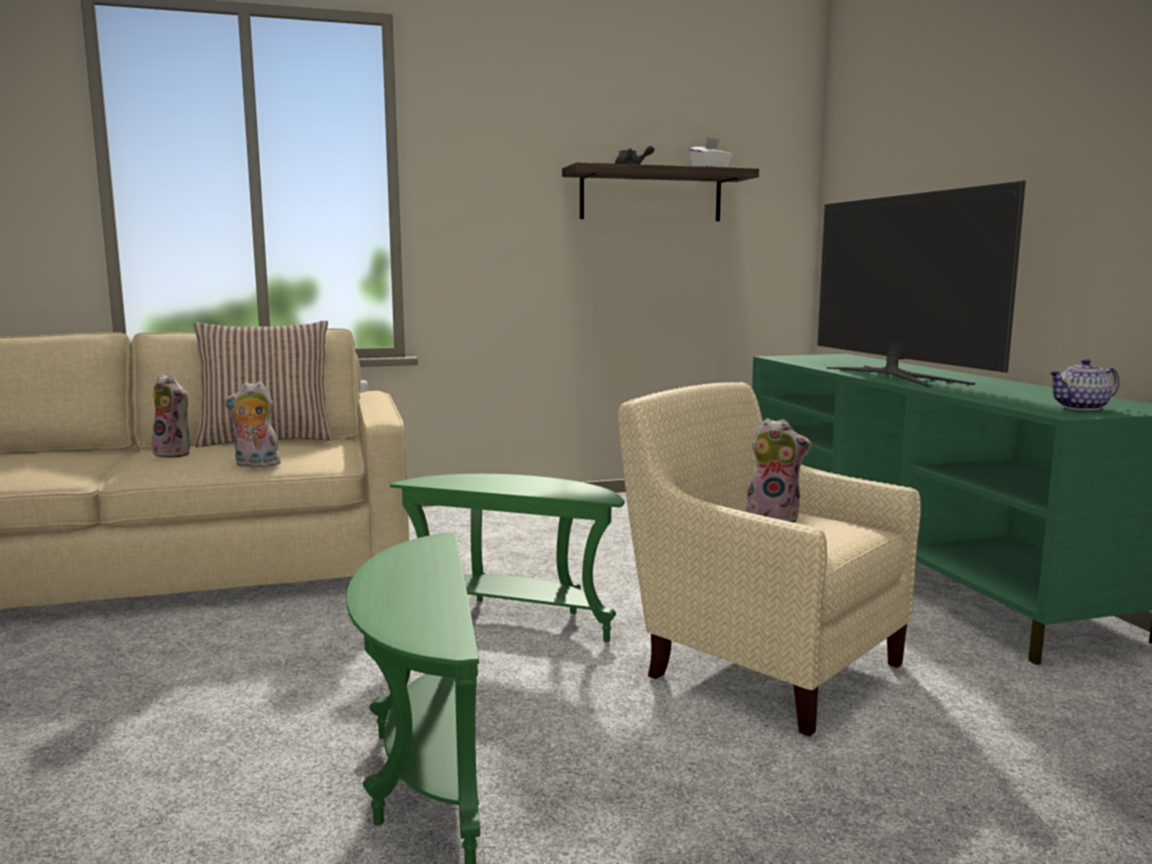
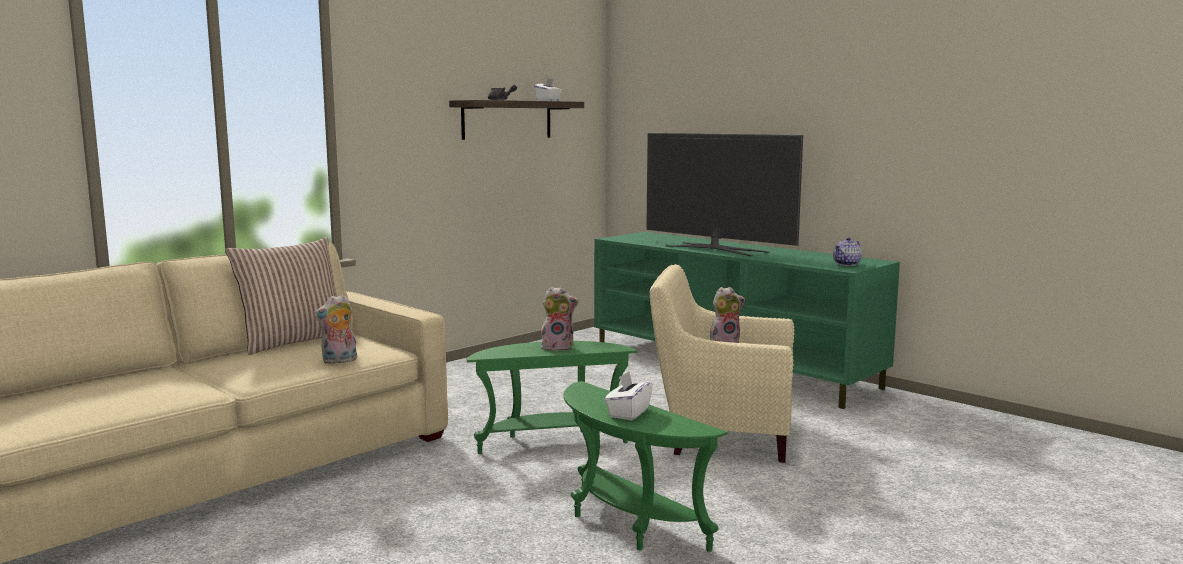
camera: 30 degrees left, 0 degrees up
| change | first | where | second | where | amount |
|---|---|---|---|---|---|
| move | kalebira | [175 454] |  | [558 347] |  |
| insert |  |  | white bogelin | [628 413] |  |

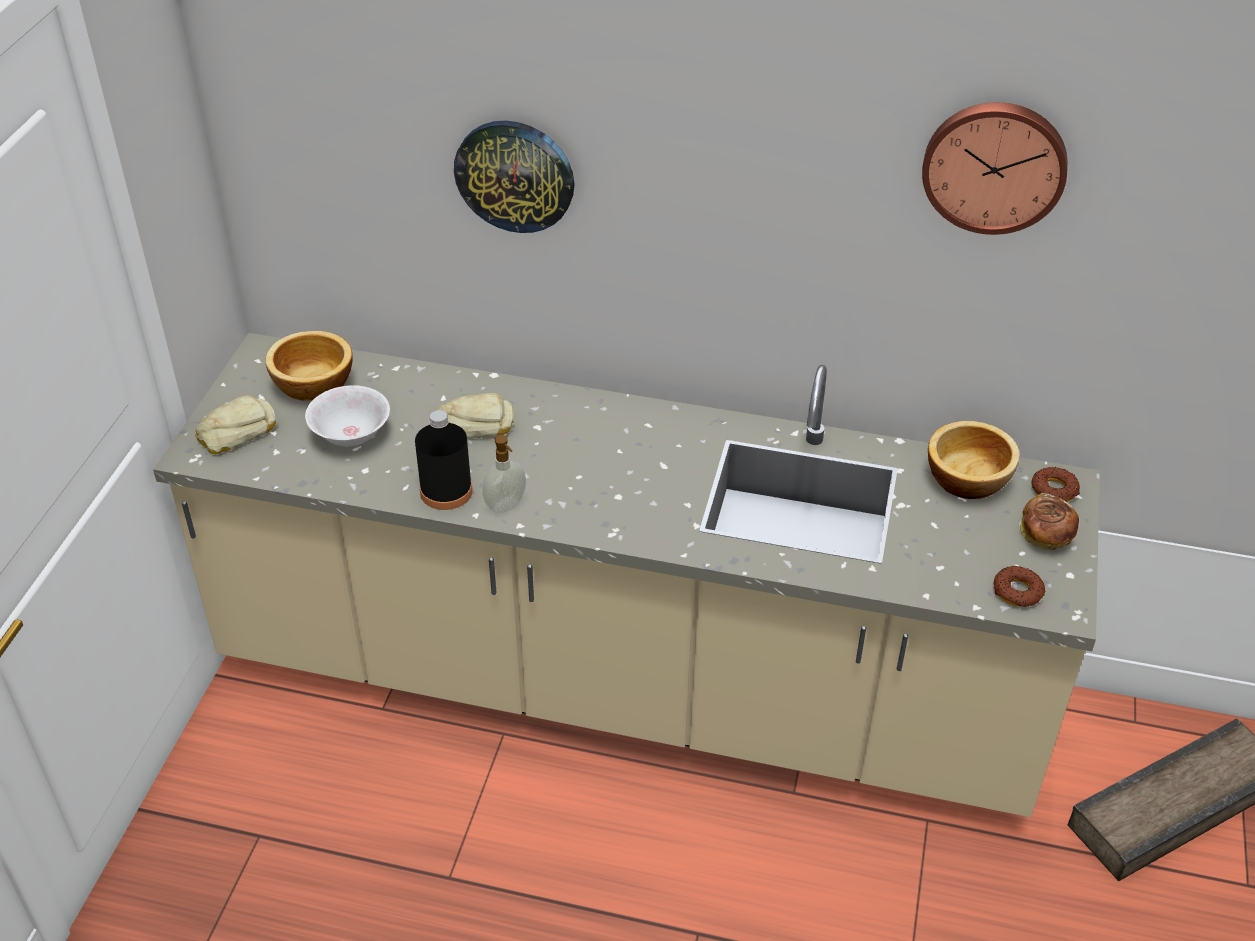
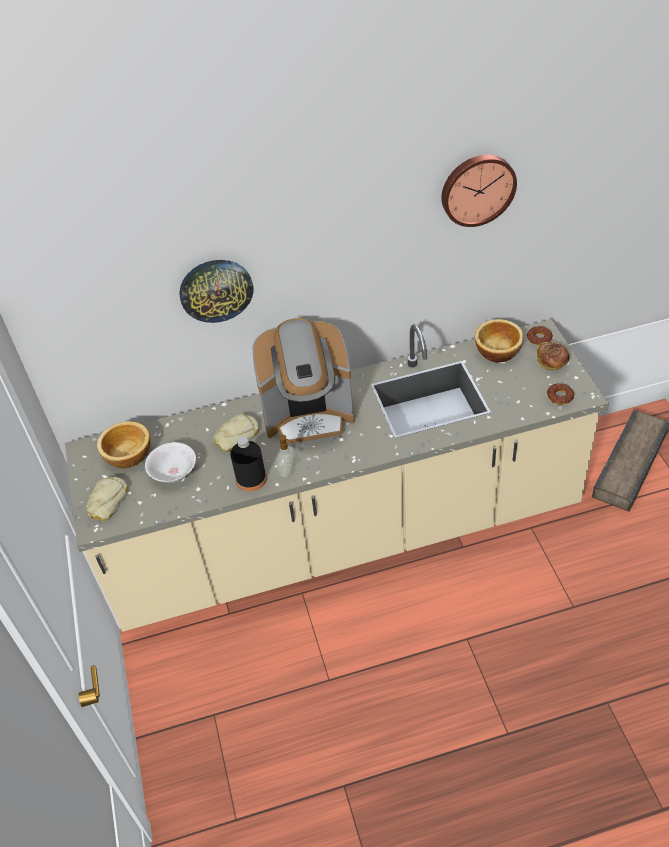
camera: 25 degrees left, 5 degrees up
| change | first | where | second | where | amount |
|---|---|---|---|---|---|
| insert |  |  | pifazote | [308 416] |  |

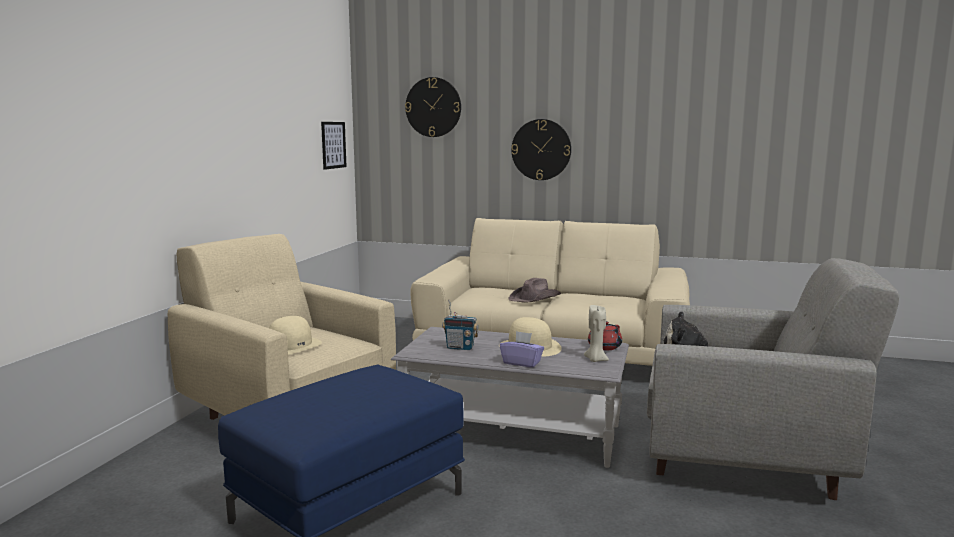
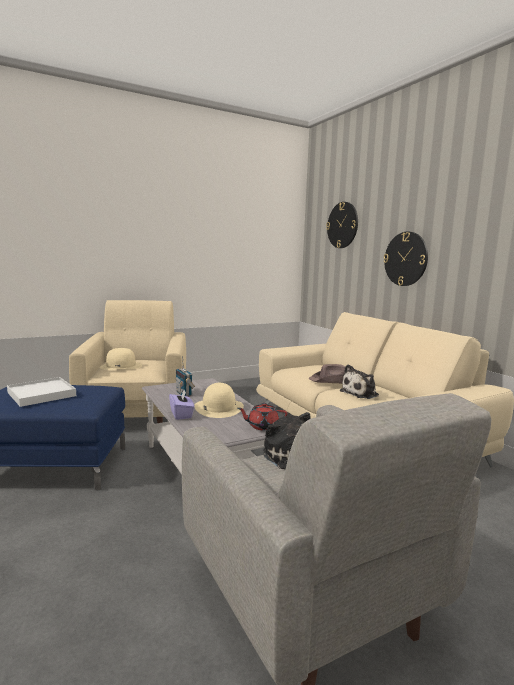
camera: 45 degrees right, 0 degrees up
| change | first | where | second | where | amount |
|---|---|---|---|---|---|
| delete | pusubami | [333 145] |  |  |  |
| delete | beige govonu | [595 360] |  |  |  |
| insert |  |  | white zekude | [41 394] |  |
| insert |  |  | kalebira | [361 393] |  |

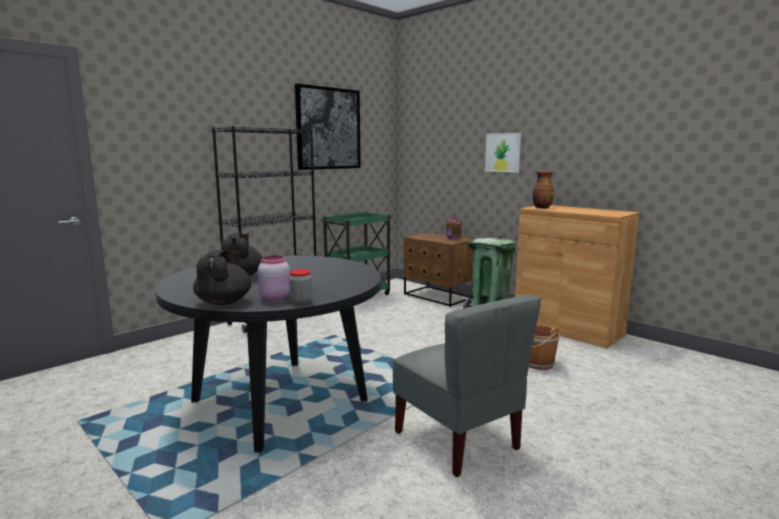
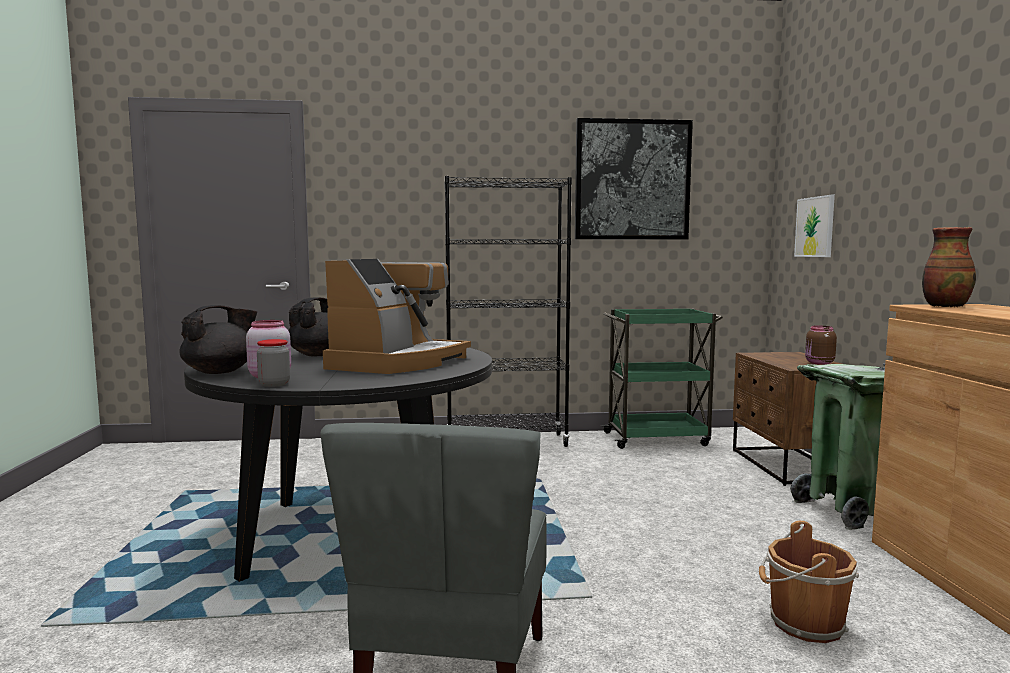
camera: 40 degrees right, 5 degrees down
| change | first | where | second | where | amount |
|---|---|---|---|---|---|
| move | pusubami | [503 152] |  | [815 227] |  |
| insert |  |  | pifazote | [398 362] |  |

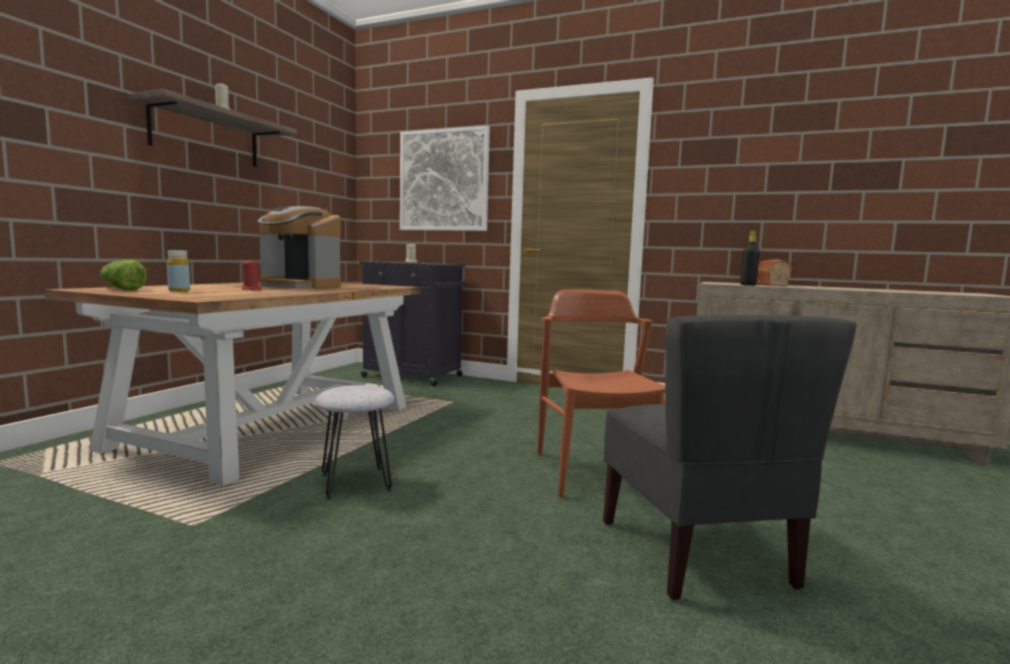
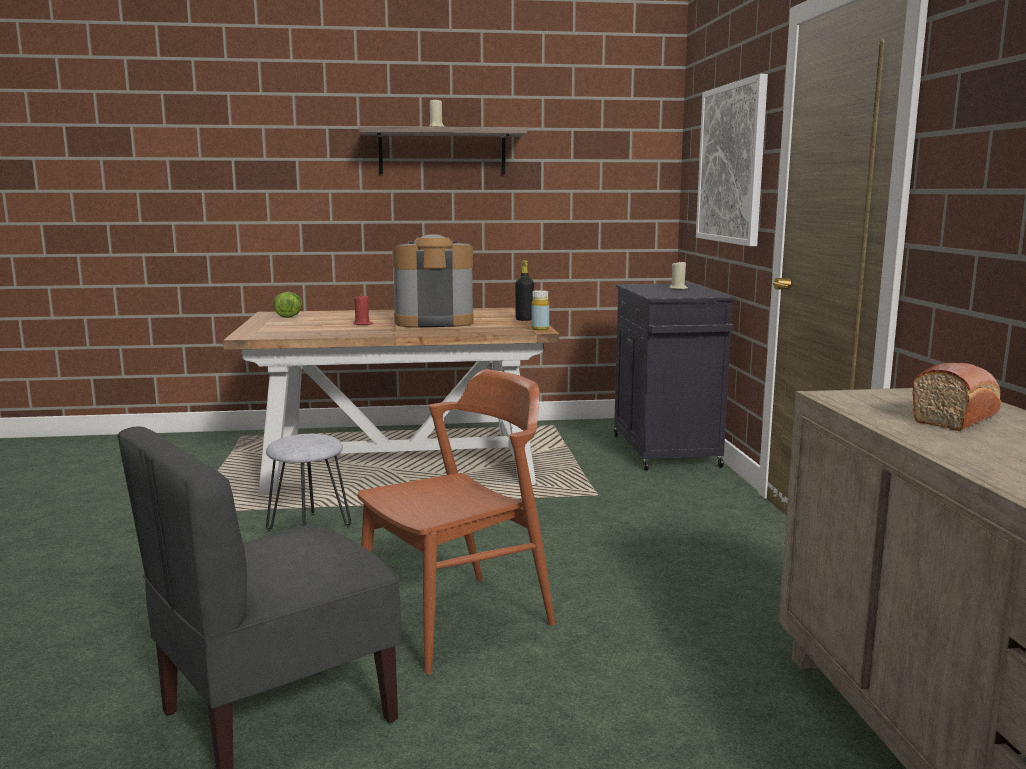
camera: 60 degrees right, 5 degrees up
| change | first | where | second | where | amount |
|---|---|---|---|---|---|
| move | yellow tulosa | [179 291] |  | [540 329] |  |
| rotate | pifazote | [300 286] |  | [433 322] | 90 degrees clockwise |
| move | black tulosa | [748 285] |  | [524 320] |  |

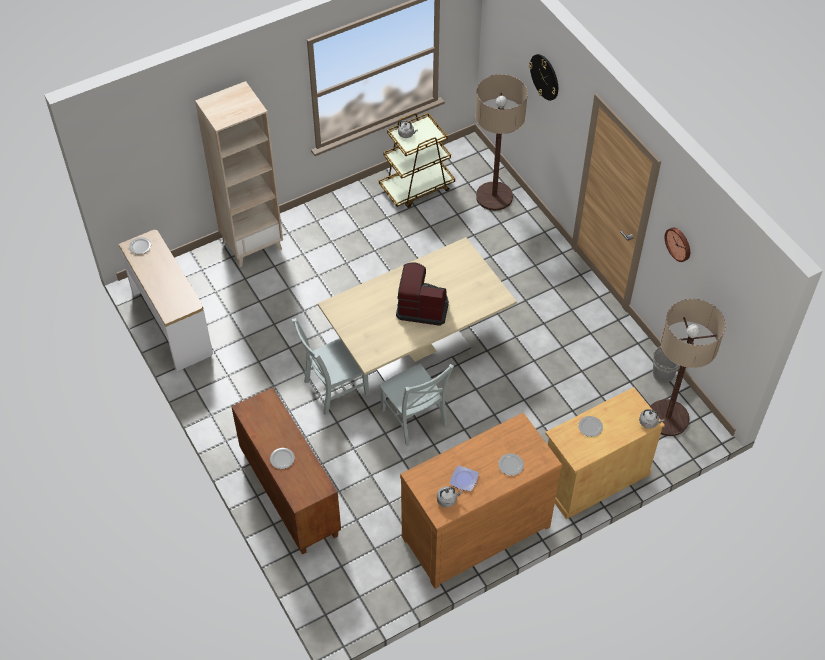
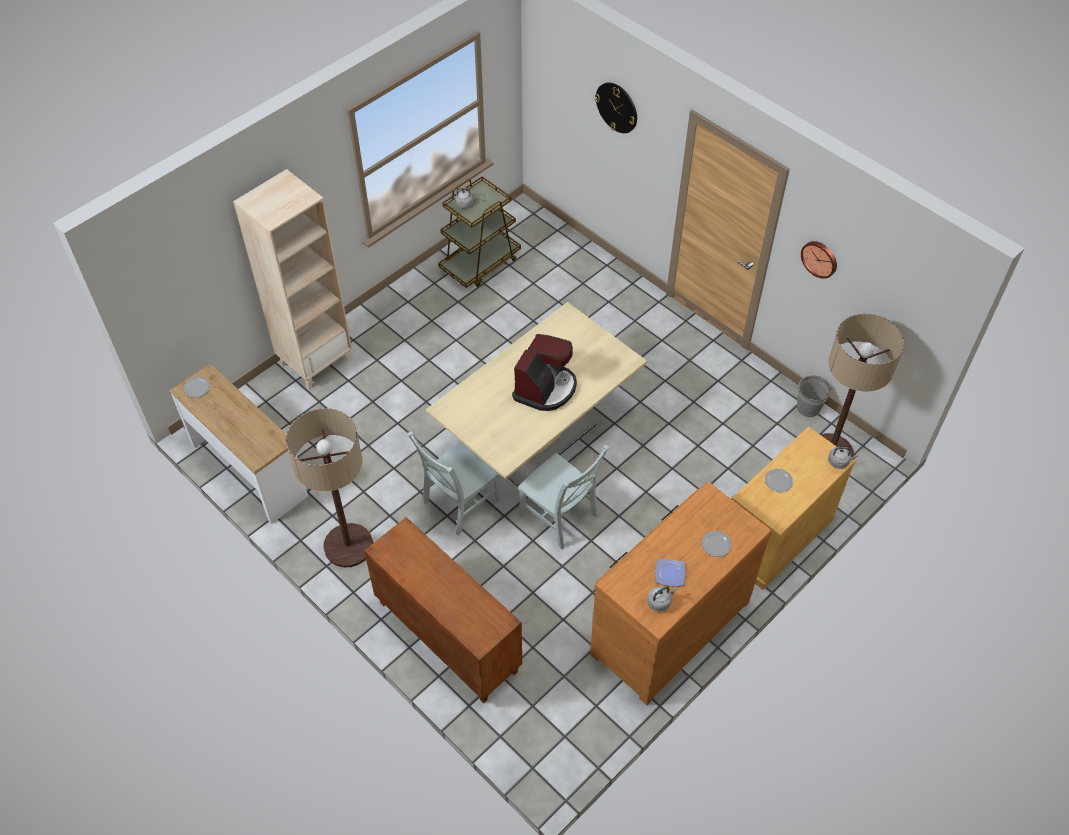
camera: 15 degrees left, 0 degrees up
| change | first | where | second | where | amount |
|---|---|---|---|---|---|
| delete | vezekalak | [282 459] |  |  |  |
| rotate | pifazote | [422 306] |  | [545 388] | 120 degrees clockwise |
| move | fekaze | [494 196] |  | [348 546] |  |

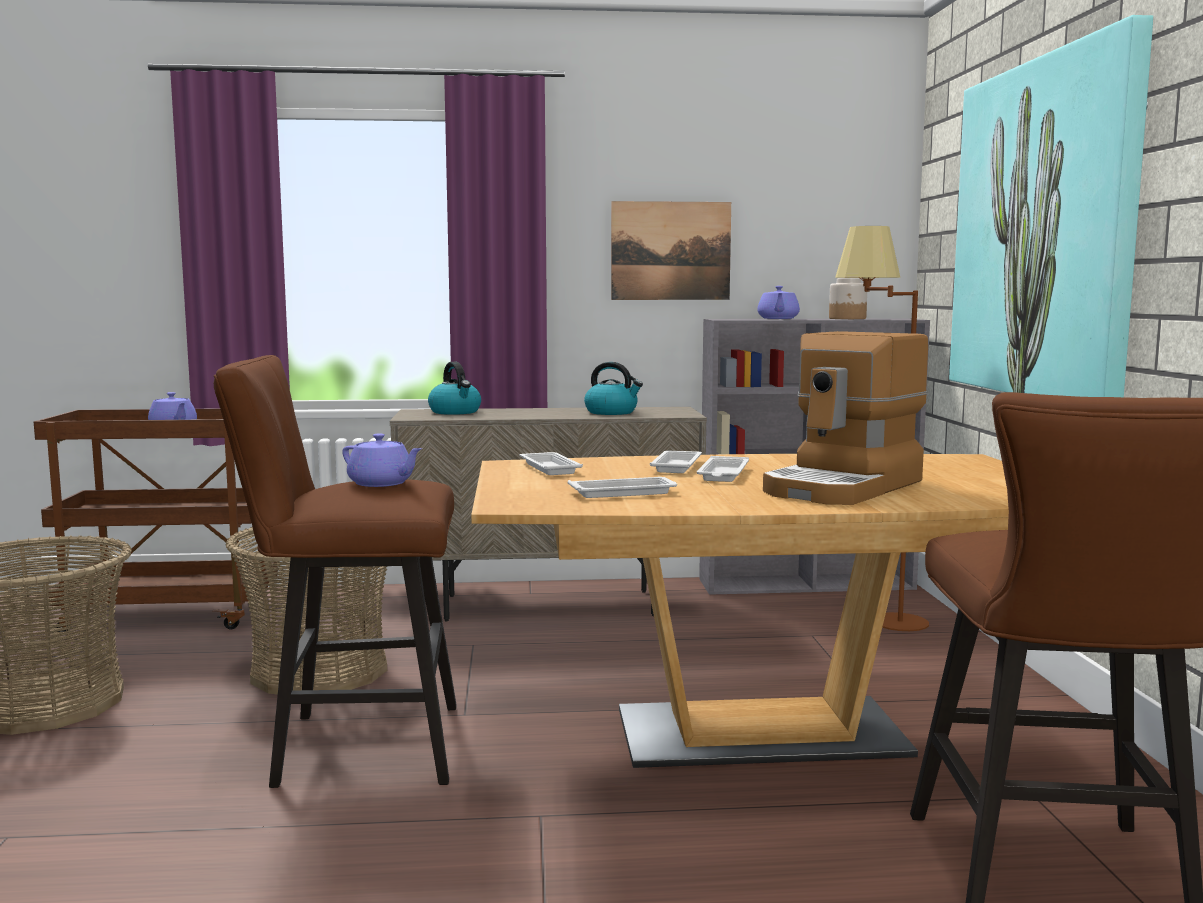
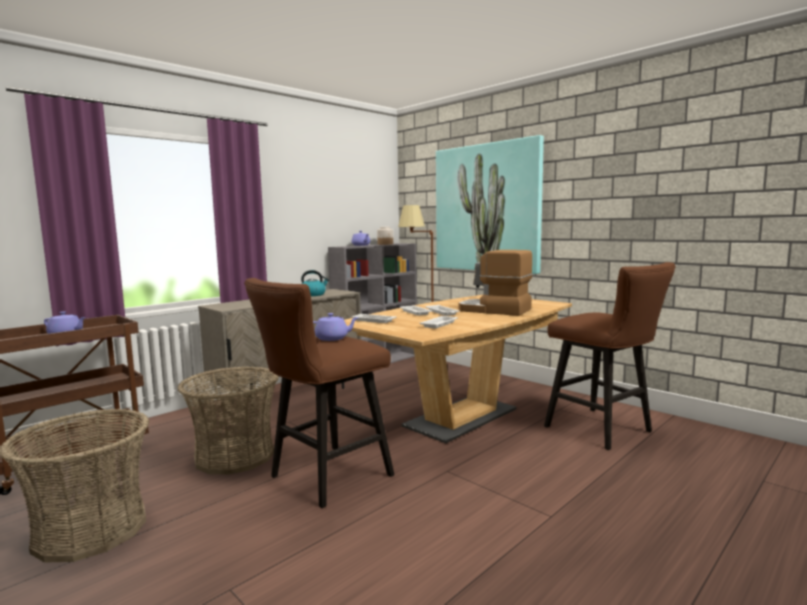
camera: 40 degrees left, 0 degrees up
| change | first | where | second | where | amount |
|---|---|---|---|---|---|
| delete | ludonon | [455 412] |  |  |  |
| delete | pusubami | [670 251] |  |  |  |
| rotate | pifazote | [845 487] |  | [494 310] | 120 degrees clockwise |

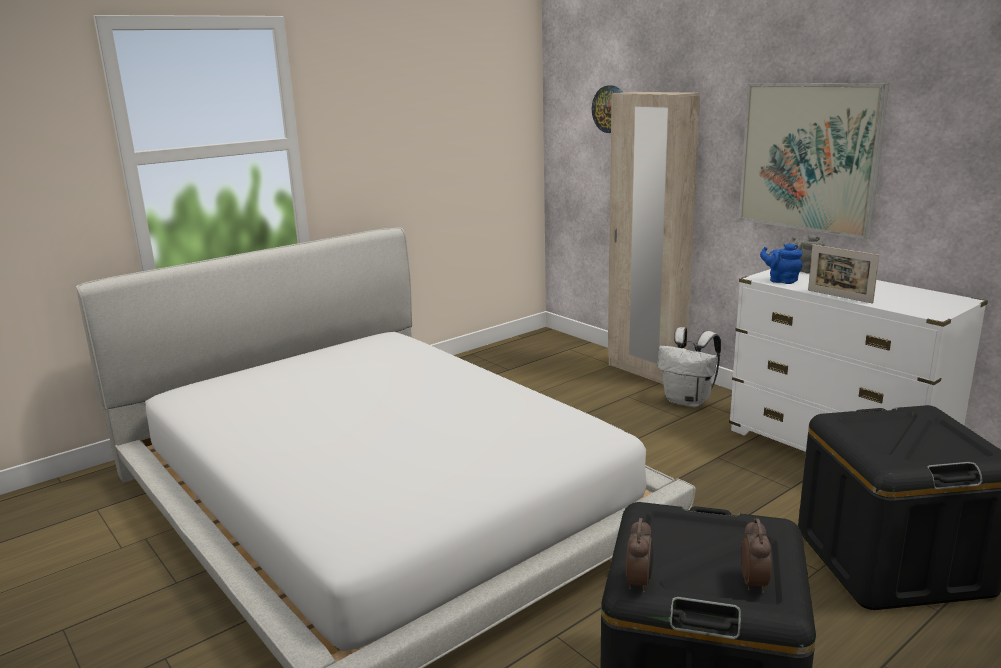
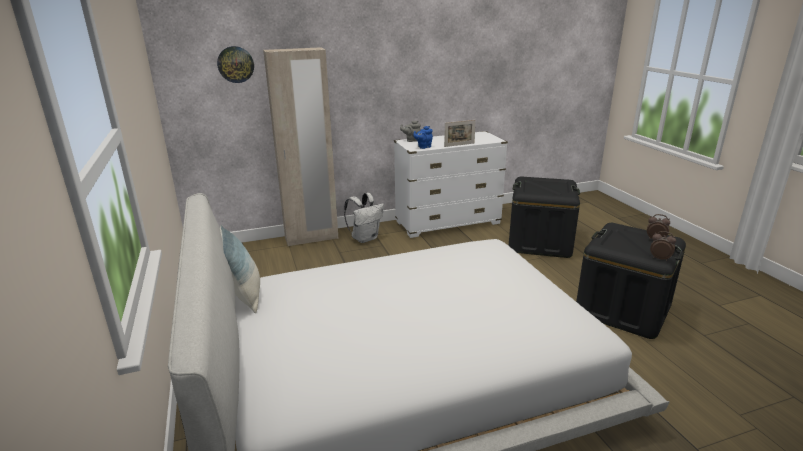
camera: 70 degrees left, 5 degrees up
| change | first | where | second | where | amount |
|---|---|---|---|---|---|
| delete | pusubami | [808 157] |  |  |  |
| insert |  |  | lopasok | [245 296] |  |

